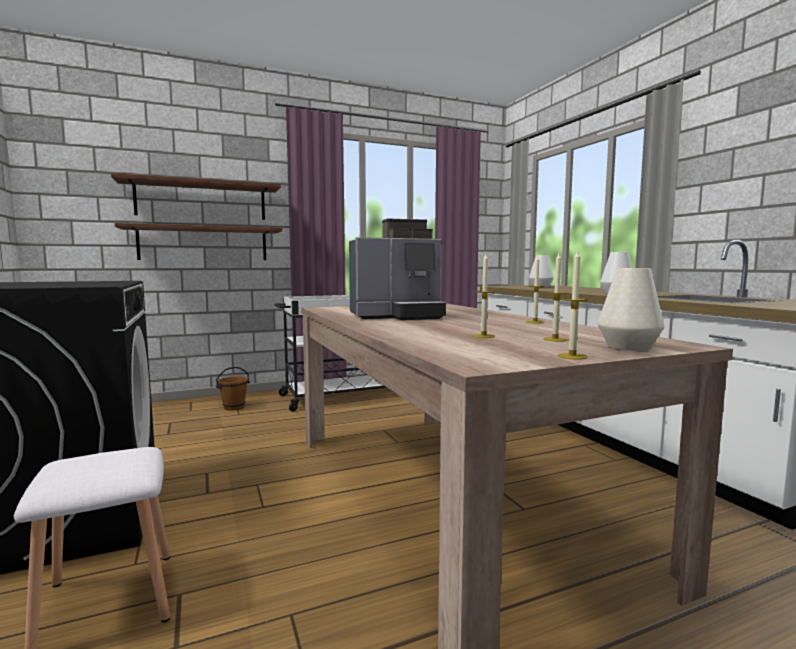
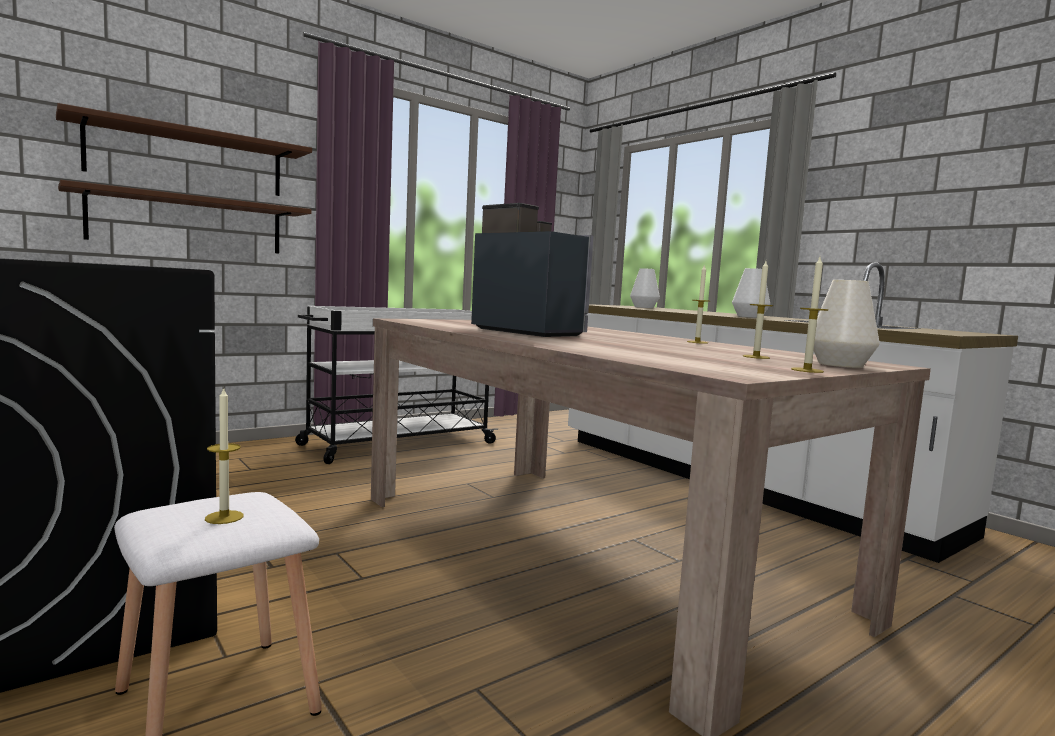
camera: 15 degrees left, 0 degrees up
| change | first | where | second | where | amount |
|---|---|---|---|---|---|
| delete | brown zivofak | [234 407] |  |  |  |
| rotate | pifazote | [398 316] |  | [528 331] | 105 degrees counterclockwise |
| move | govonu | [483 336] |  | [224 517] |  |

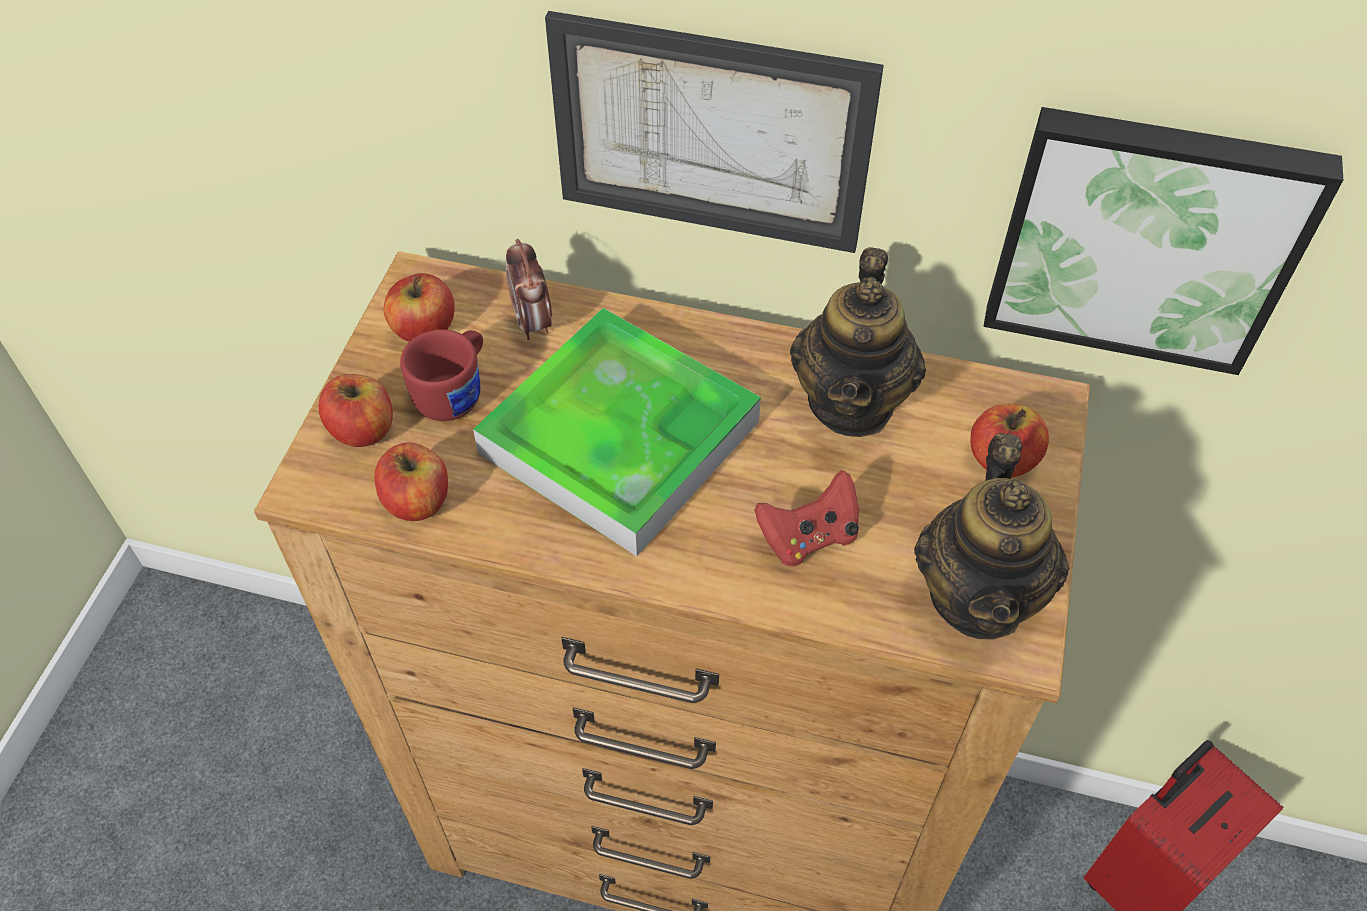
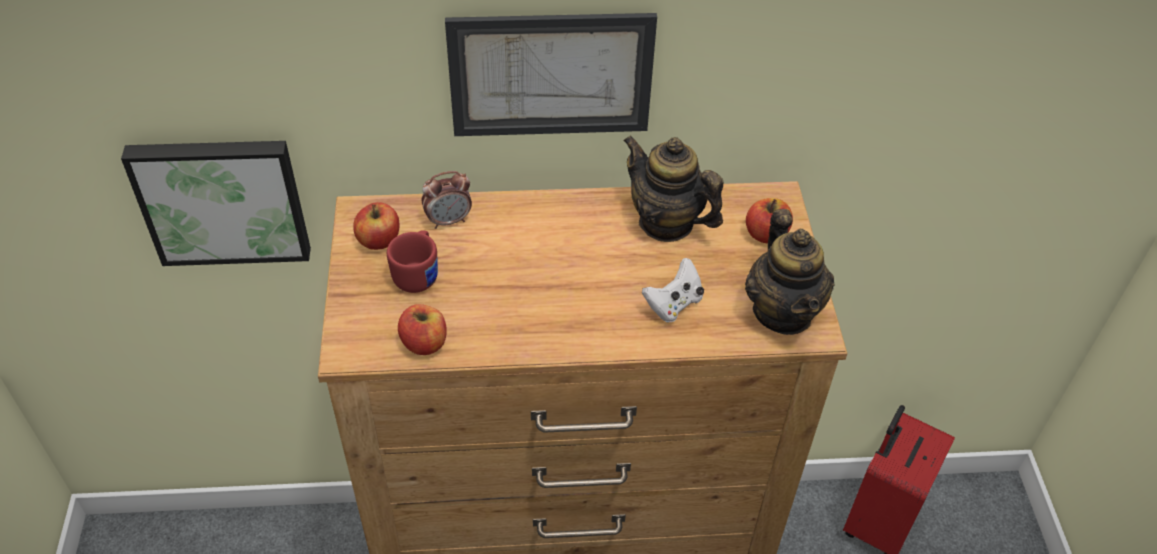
camera: 20 degrees left, 5 degrees down
| change | first | where | second | where | amount |
|---|---|---|---|---|---|
| delete | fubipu | [363 430] |  |  |  |
| delete | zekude | [619 437] |  |  |  |
| rotate | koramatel | [533 322] |  | [448 220] | 75 degrees counterclockwise |
| recolor | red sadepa | [809 537] | white sadepa | [673 304] |  |
| rotate | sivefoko | [852 402] |  | [666 223] | 135 degrees clockwise |
| move | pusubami | [1146 237] |  | [222 199] |  |

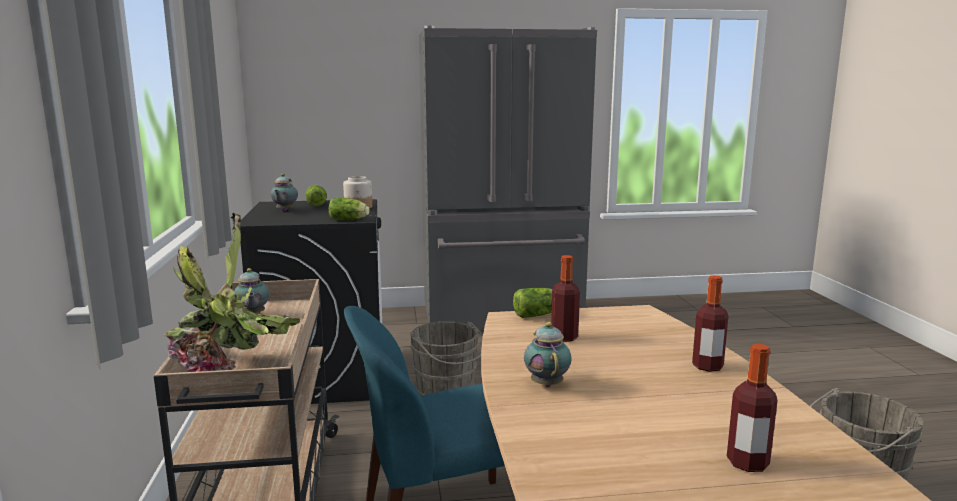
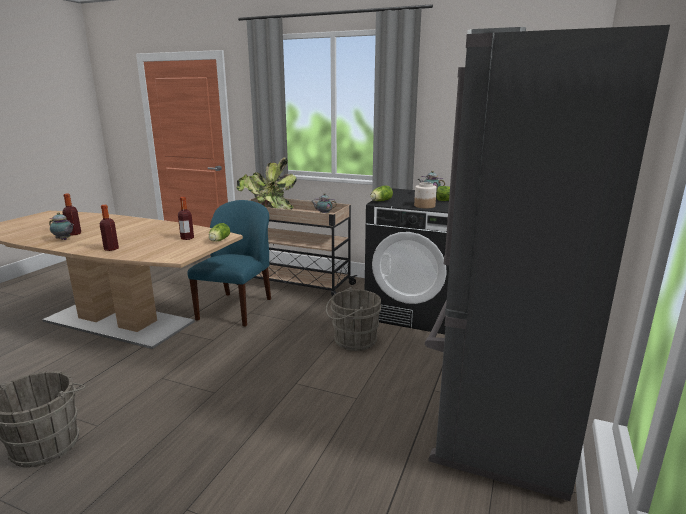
camera: 120 degrees right, 5 degrees up
| change | first | where | second | where | amount |
|---|---|---|---|---|---|
| move | sivefoko | [546 383] |  | [64 240] |  |

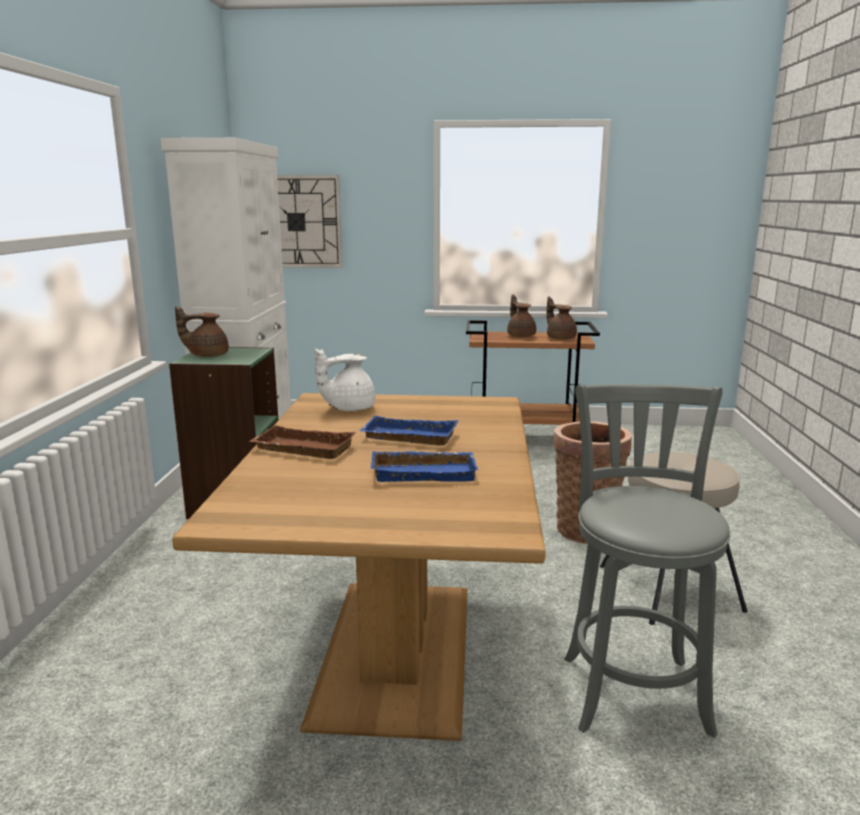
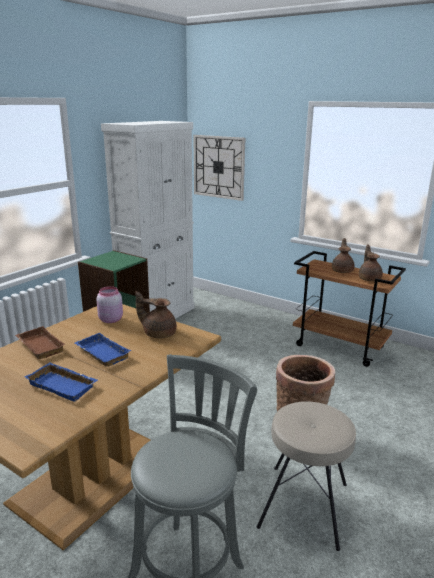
camera: 30 degrees right, 5 degrees up
| change | first | where | second | where | amount |
|---|---|---|---|---|---|
| move | brown sivefoko | [207 355] |  | [158 333] |  |
| replace | white sivefoko | [348 408] | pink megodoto | [110 319] |  |

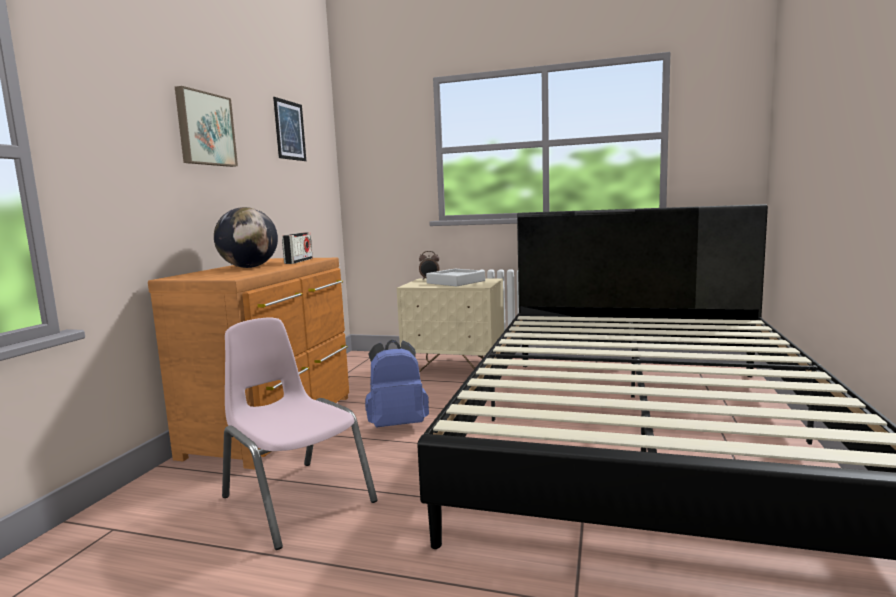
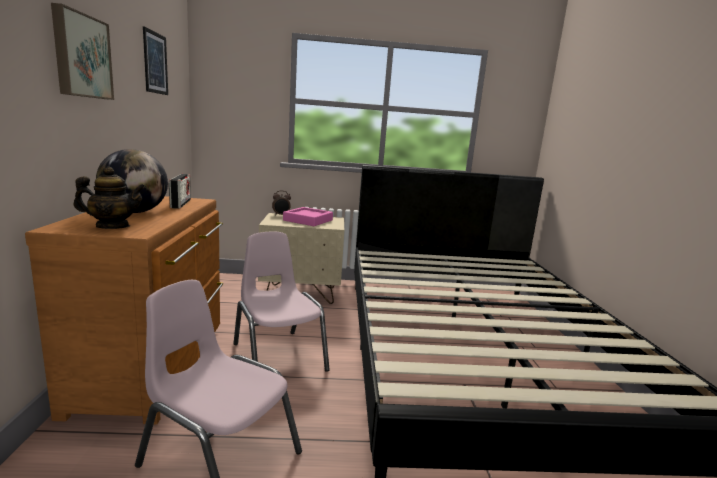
camera: 20 degrees left, 5 degrees up
| change | first | where | second | where | amount |
|---|---|---|---|---|---|
| replace | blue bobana | [397 424] | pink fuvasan | [278 357] |  |
| recolor | grey zekude | [455 282] | pink zekude | [308 220] |  |
| insert |  |  | sivefoko | [112 226] |  |

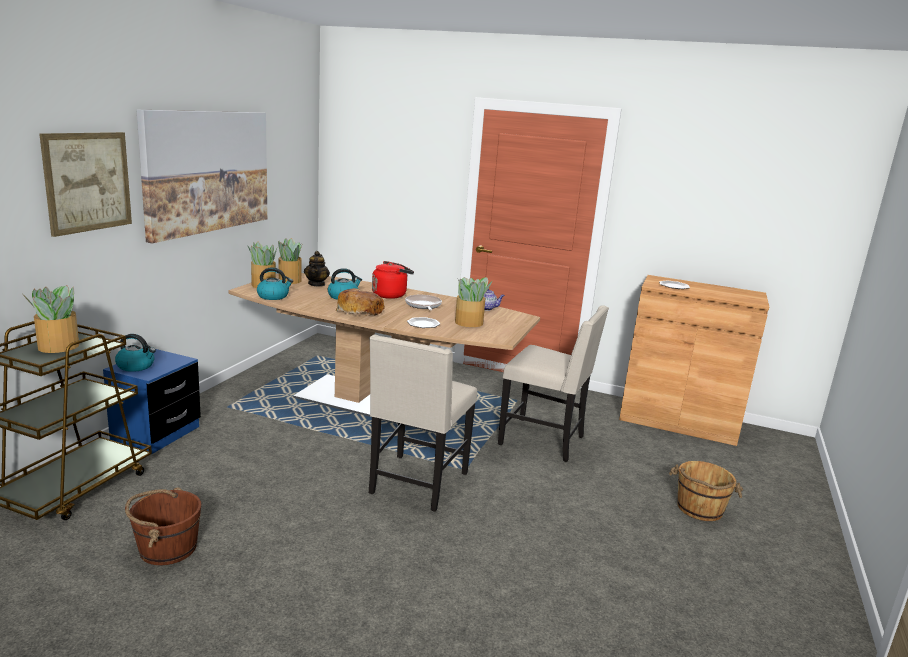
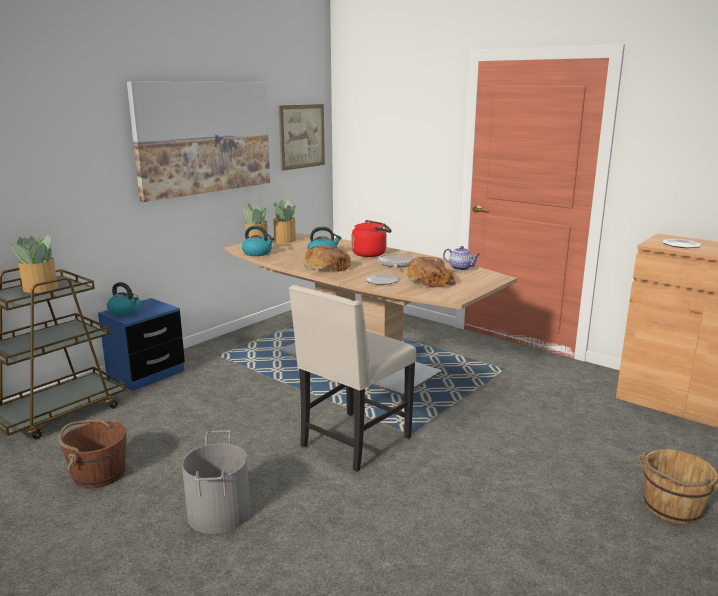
camera: 20 degrees right, 0 degrees up
| change | first | where | second | where | amount |
|---|---|---|---|---|---|
| move | pusubami | [88 182] |  | [301 136] |  |
| delete | sivefoko | [317 284] |  |  |  |
| replace | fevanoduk | [469 323] | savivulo | [431 281] |  |
| delete | beige fuvasan | [544 440] |  |  |  |
| insert |  |  | grey zivofak | [220 513] |  |

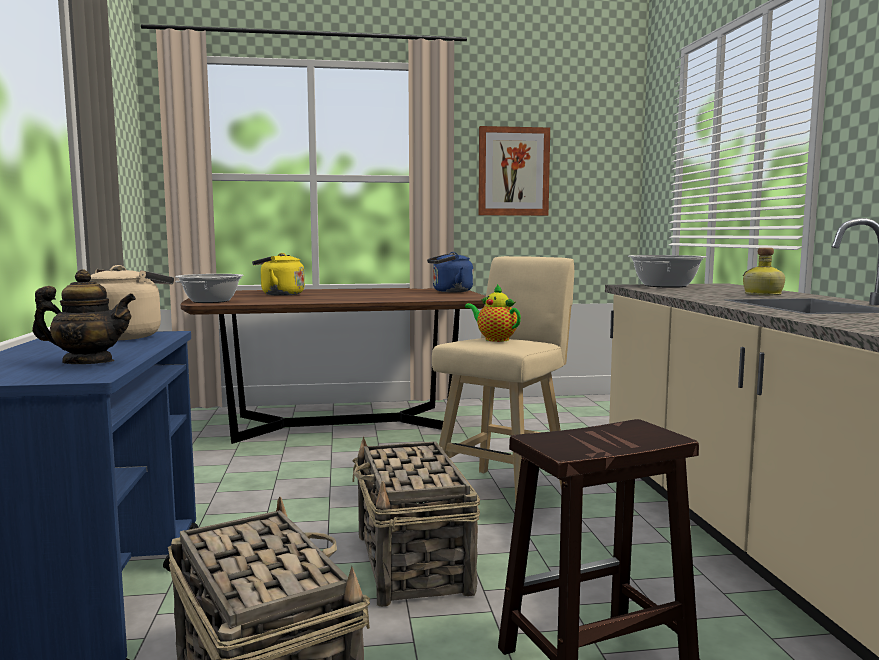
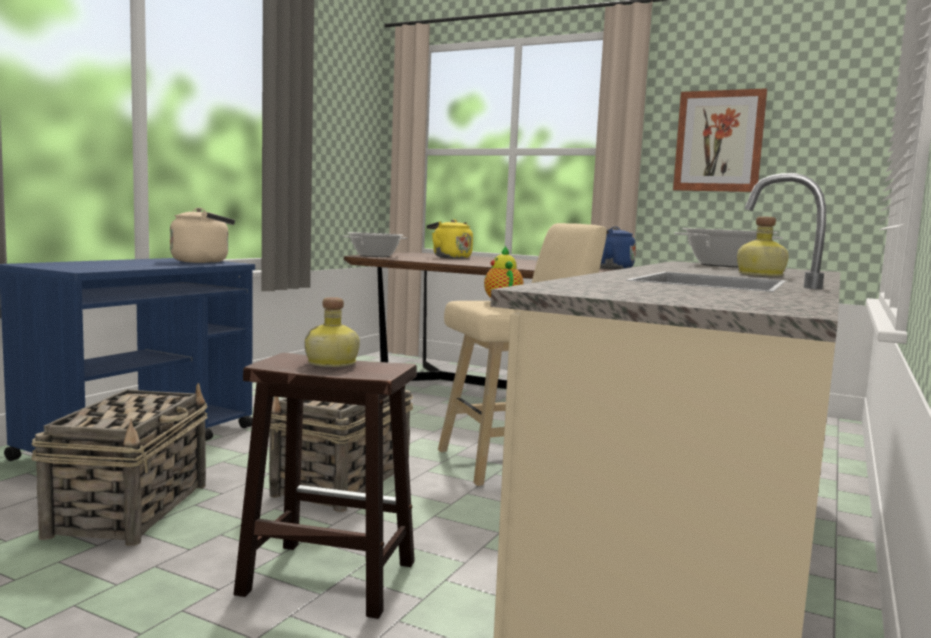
camera: 35 degrees right, 0 degrees up
| change | first | where | second | where | amount |
|---|---|---|---|---|---|
| delete | sivefoko | [88 362] |  |  |  |
| insert |  |  | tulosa | [332 363] |  |

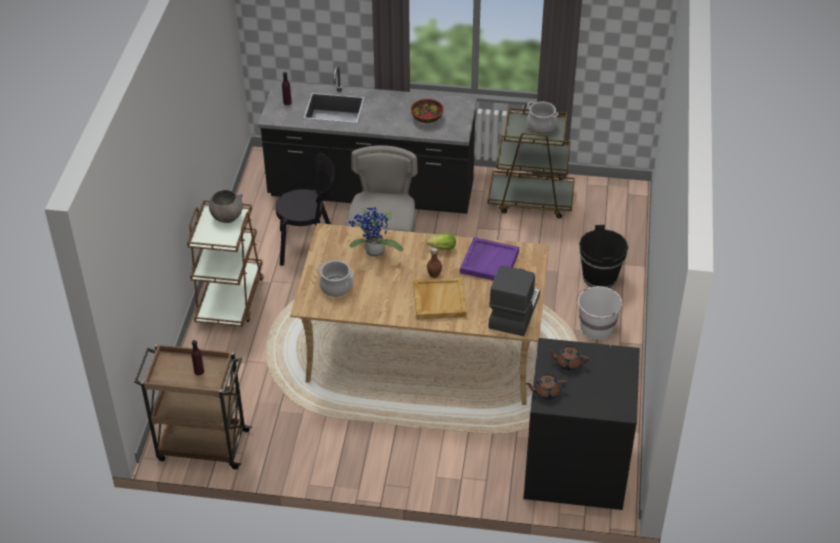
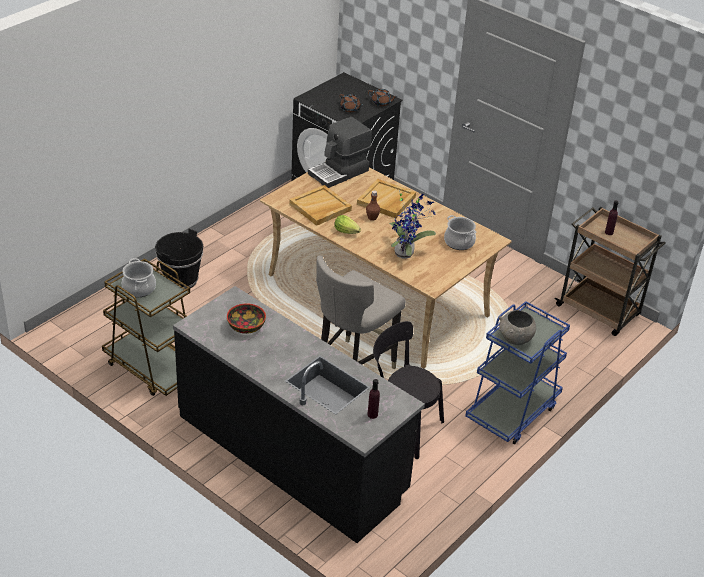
camera: 150 degrees left, 5 degrees down
| change | first | where | second | where | amount |
|---|---|---|---|---|---|
| recolor | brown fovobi | [230 299] | blue fovobi | [512 412] |  |
| recolor | purple zekude | [489 261] | beige zekude | [320 207] |  |
| delete | white zivofak | [596 328] |  |  |  |

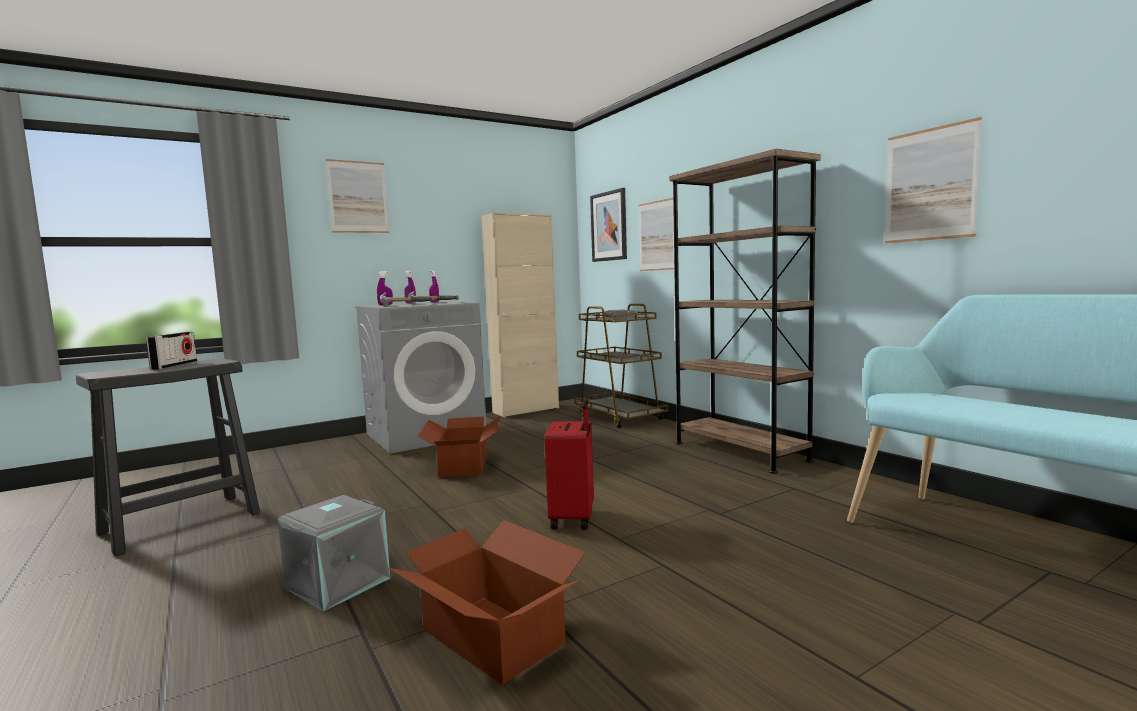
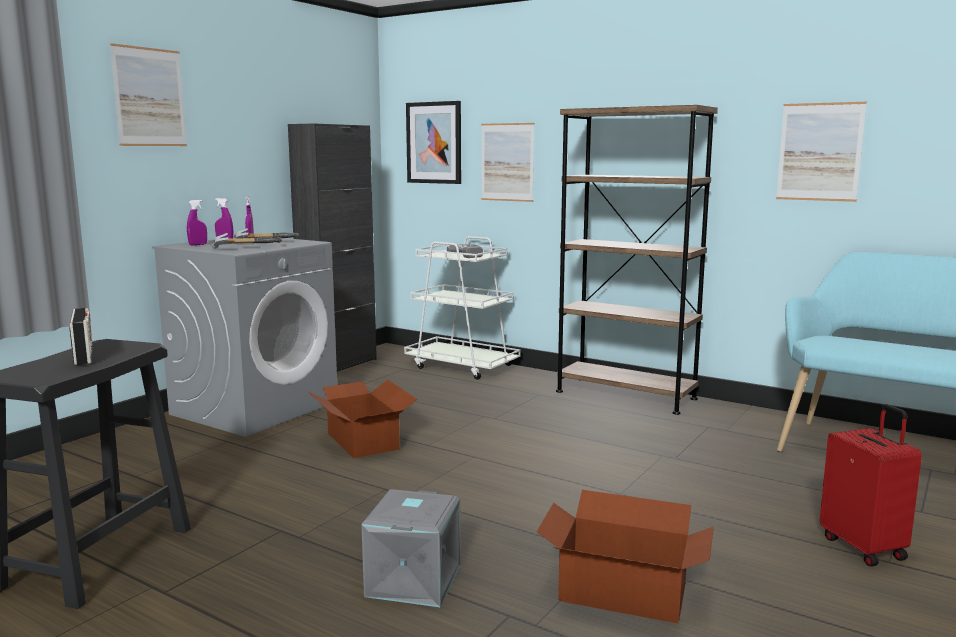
camera: 25 degrees left, 5 degrees up
| change | first | where | second | where | amount |
|---|---|---|---|---|---|
| recolor | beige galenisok | [526 410] | black galenisok | [339 365] |  |
| move | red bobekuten | [574 519] |  | [864 547] |  |
| recolor | brown fovobi | [619 417] | white fovobi | [462 366] |  |

